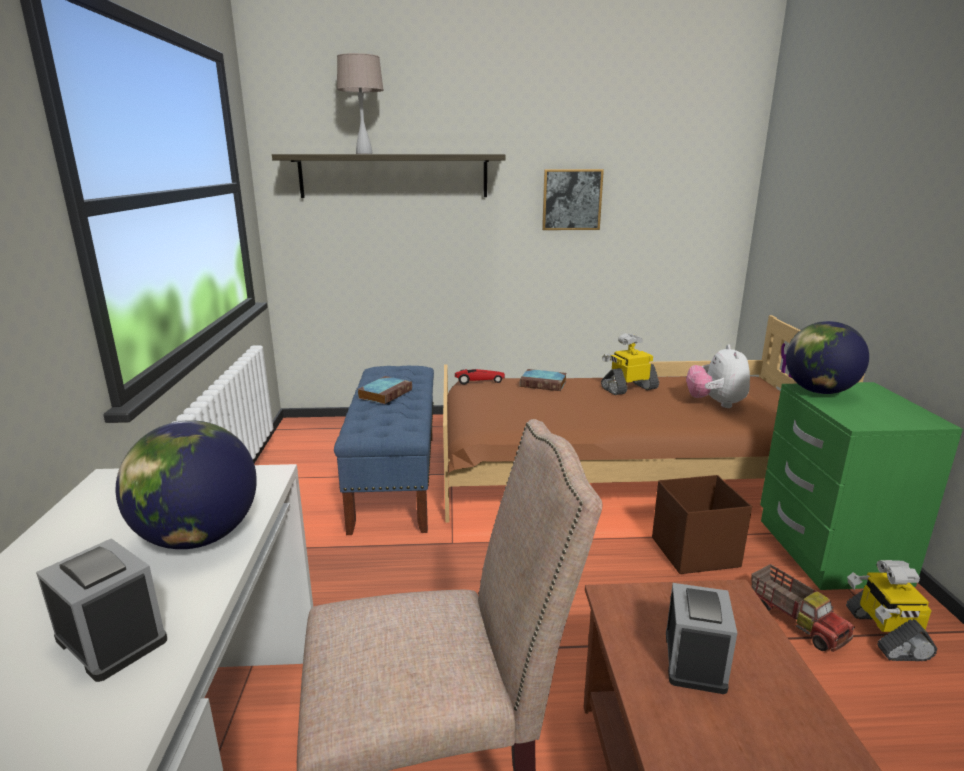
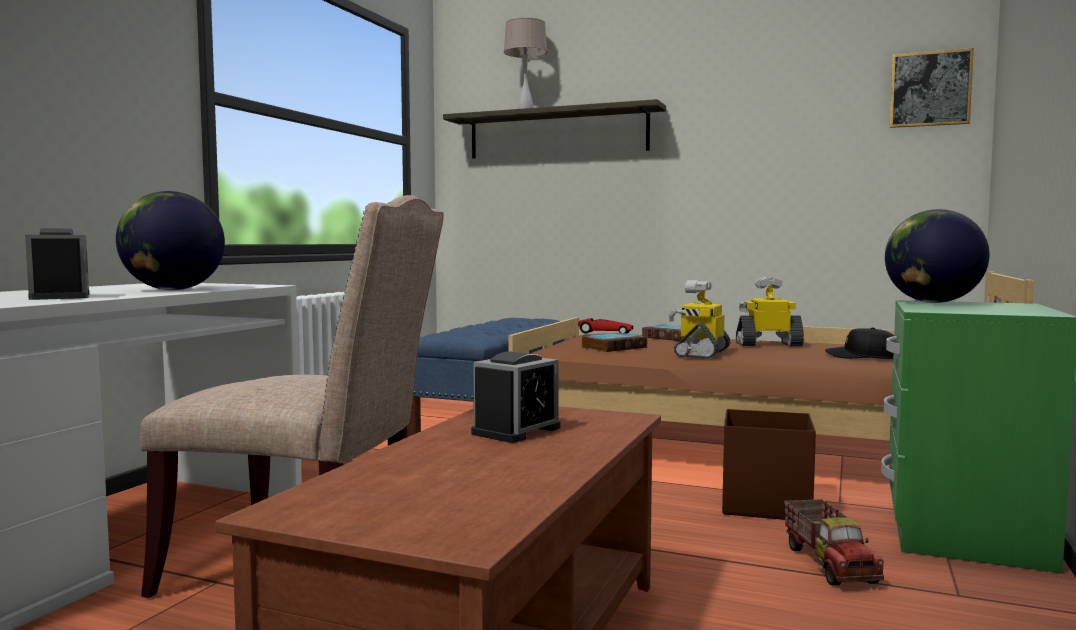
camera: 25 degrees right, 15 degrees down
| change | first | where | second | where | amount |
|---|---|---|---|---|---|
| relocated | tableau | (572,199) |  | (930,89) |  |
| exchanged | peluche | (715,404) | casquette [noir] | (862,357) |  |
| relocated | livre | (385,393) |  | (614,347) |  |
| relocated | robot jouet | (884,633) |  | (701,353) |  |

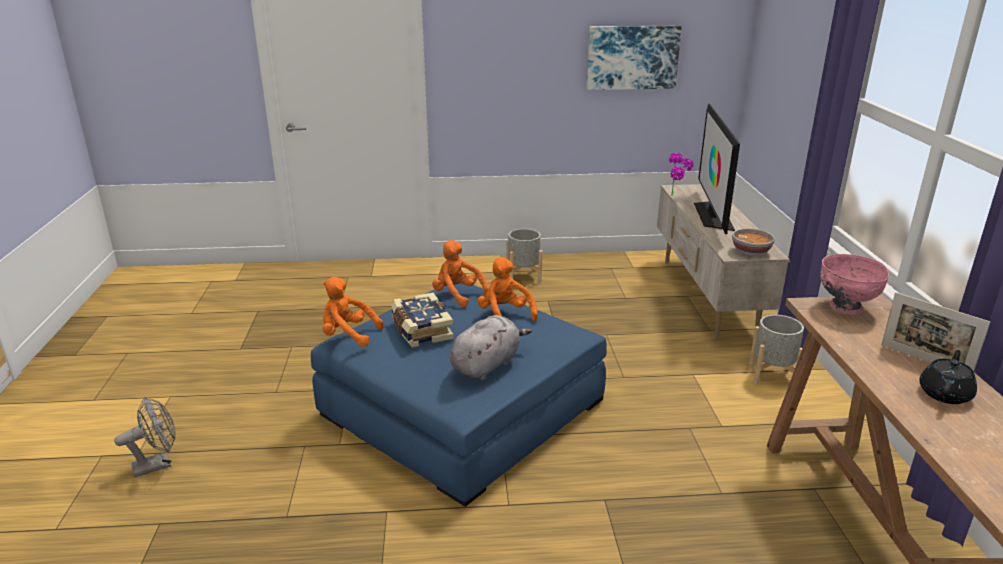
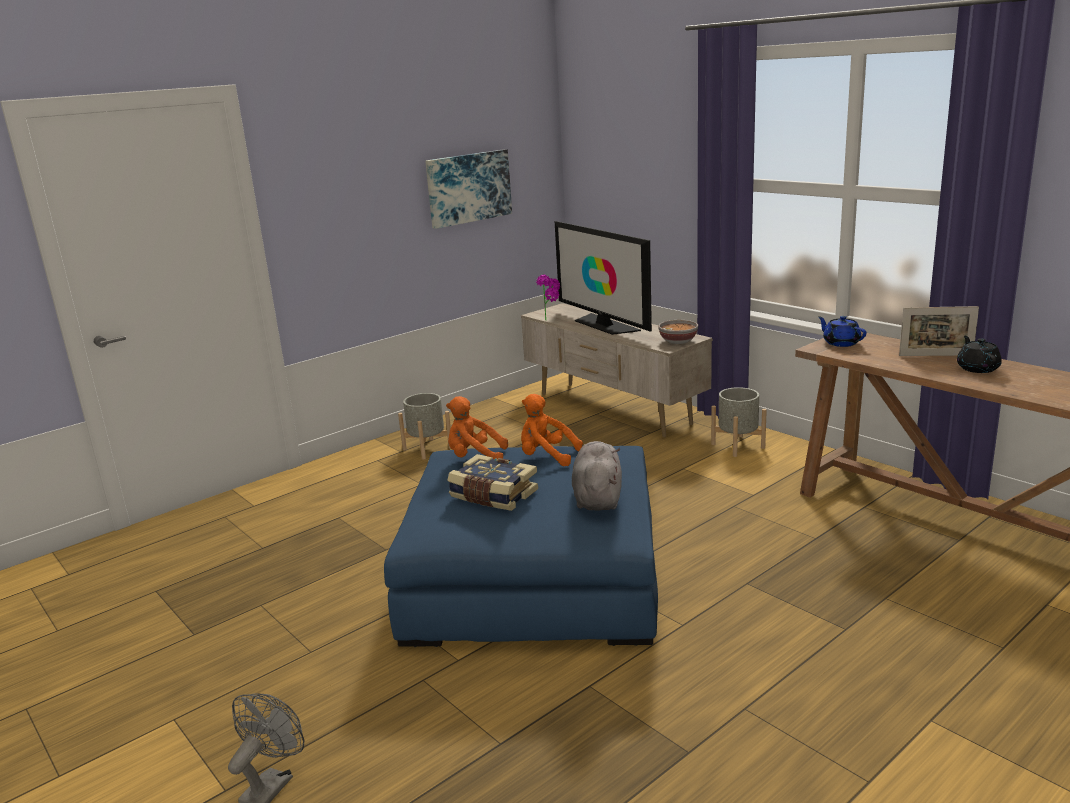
camera: 35 degrees left, 5 degrees down
| change | first | where | second | where | amount |
|---|---|---|---|---|---|
| exchanged | bol [rose] | (845,308) | théière [bleu] | (840,343) |  |
| missing | peluche [orange] | (348,335) |  |  |  |

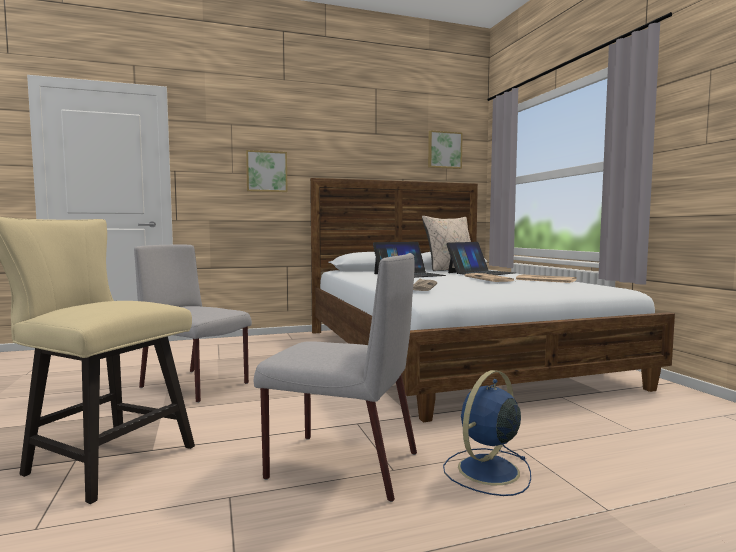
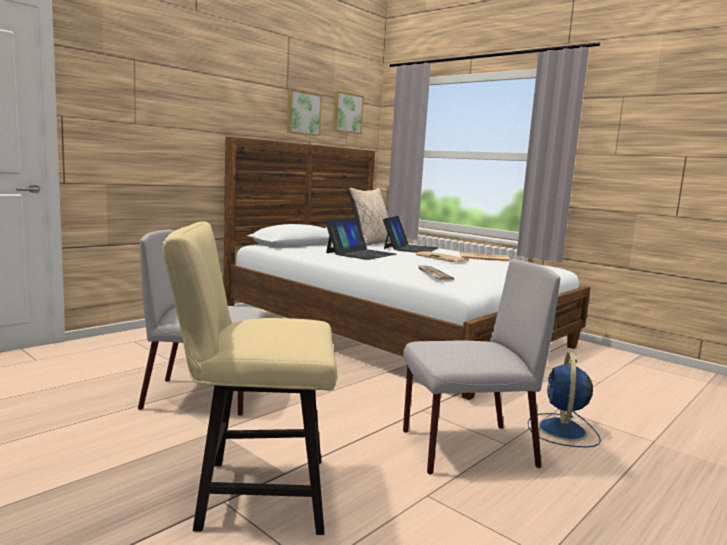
camera: 30 degrees left, 5 degrees up
| change | first | where | second | where | amount |
|---|---|---|---|---|---|
| relocated | tableau | (266,171) |  | (303,113) |  |

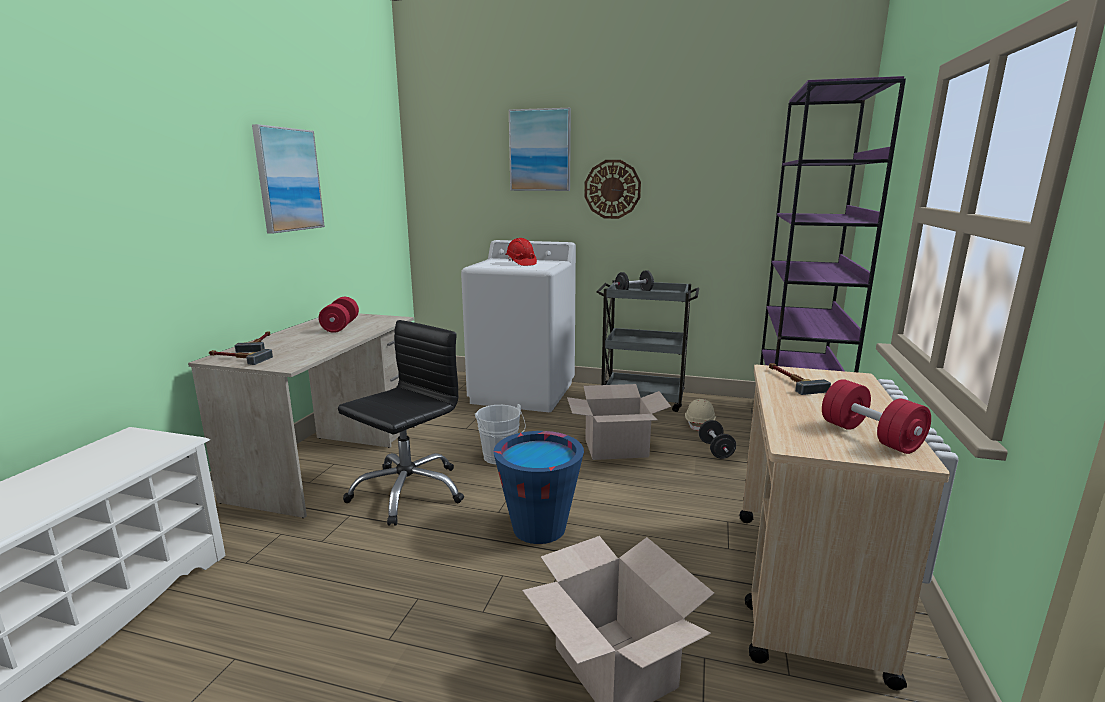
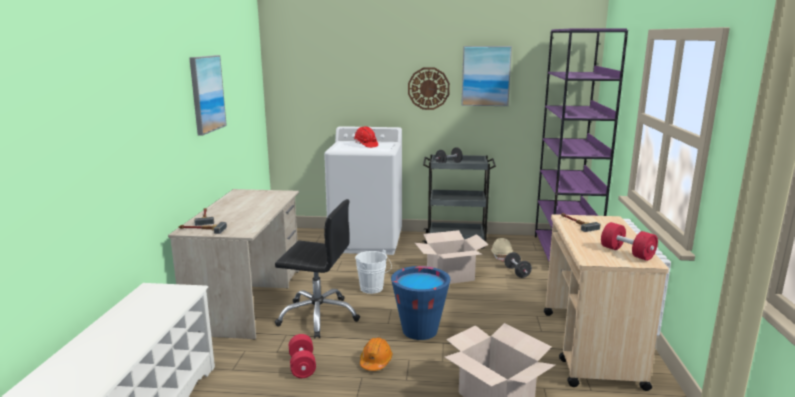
camera: 10 degrees left, 0 degrees up
| change | first | where | second | where | amount |
|---|---|---|---|---|---|
| relocated | tableau | (540,150) |  | (485,76) |  |
| relocated | haltère [rouge] | (340,326) |  | (302,366) |  |
| spun | chaise de bureau [noir] | (407,491) |  | (318,316) | 75 degrees clockwise |
| appeared |  |  | casque de chantier [orange] | (376,361) |  |

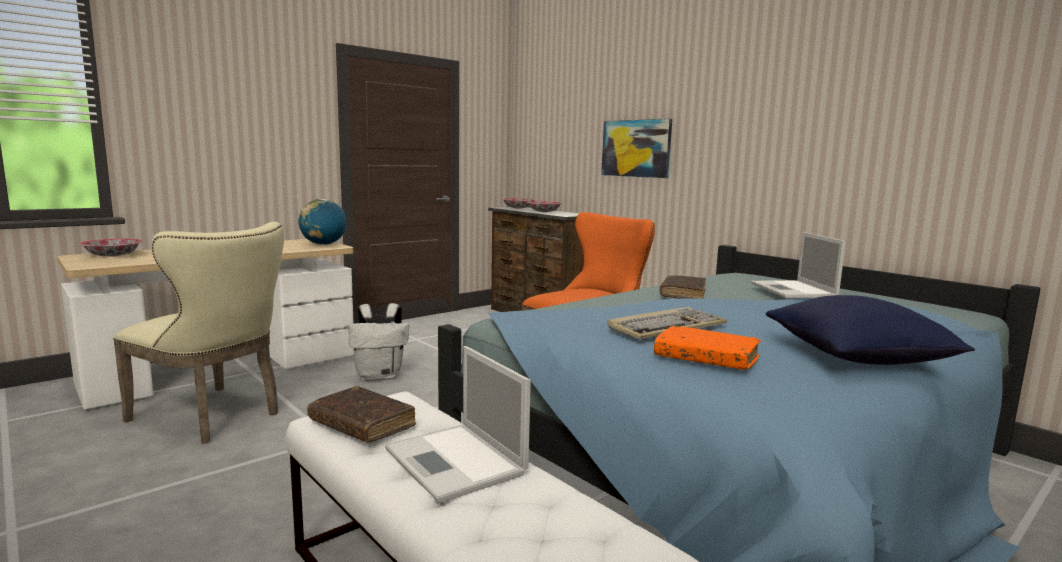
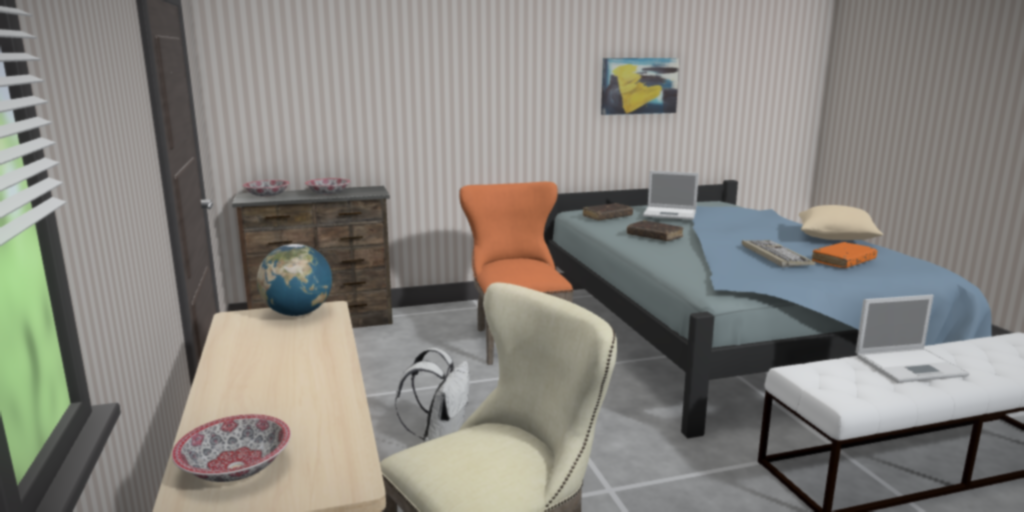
camera: 65 degrees left, 5 degrees up
| change | first | where | second | where | amount |
|---|---|---|---|---|---|
| relocated | tableau | (636,148) |  | (639,86) |  |
| colour | coussin [bleu] | (857,358) | coussin [beige] | (836,238) |  |
| relocated | livre [marron] | (362,424) |  | (607,217) |  |

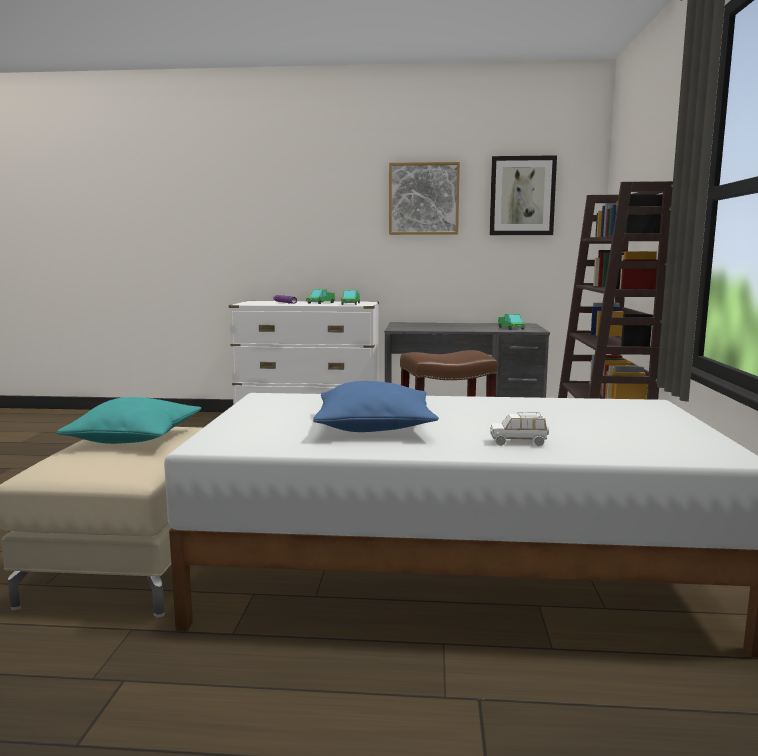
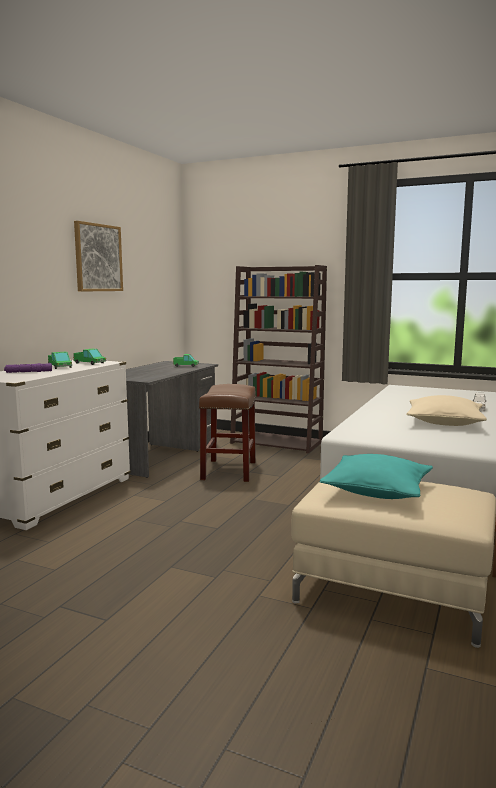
camera: 70 degrees left, 0 degrees up
| change | first | where | second | where | amount |
|---|---|---|---|---|---|
| missing | tableau | (522,196) |  |  |  |
| colour | coussin [bleu] | (374,426) | coussin [beige] | (444,422) |  |

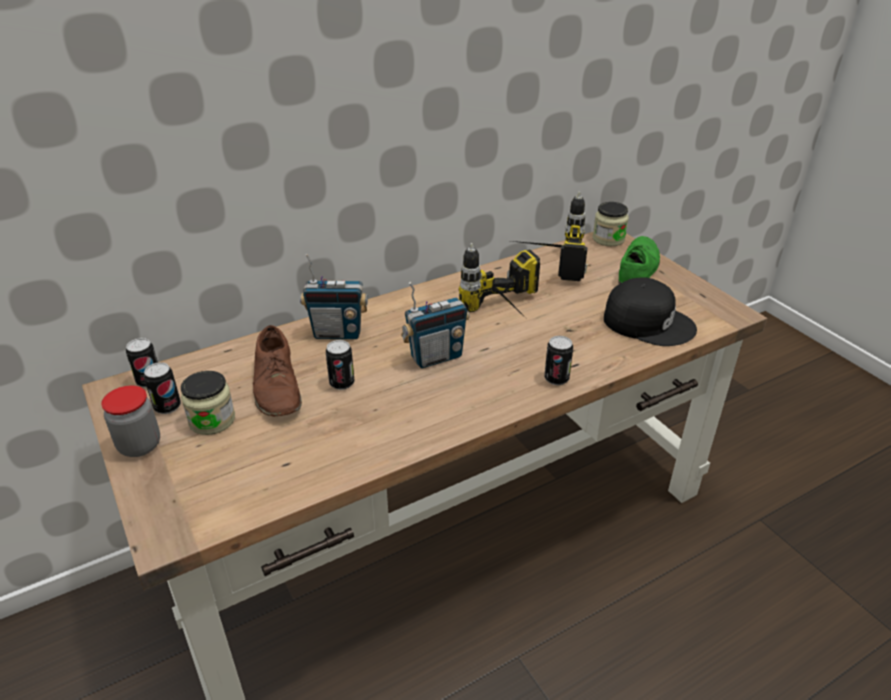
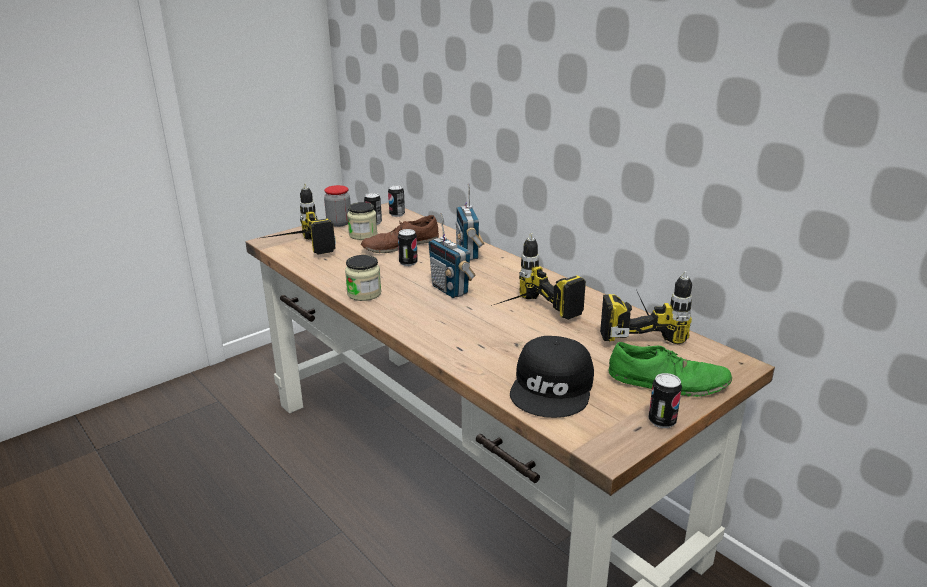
camera: 80 degrees right, 10 degrees down
| change | first | where | second | where | amount |
|---|---|---|---|---|---|
| relocated | bocal | (608,239) |  | (364,293) |  |
| relocated | boîte métallique | (556,378) |  | (662,421) |  |
| appeared |  |  | perceuse | (294,250) |  |

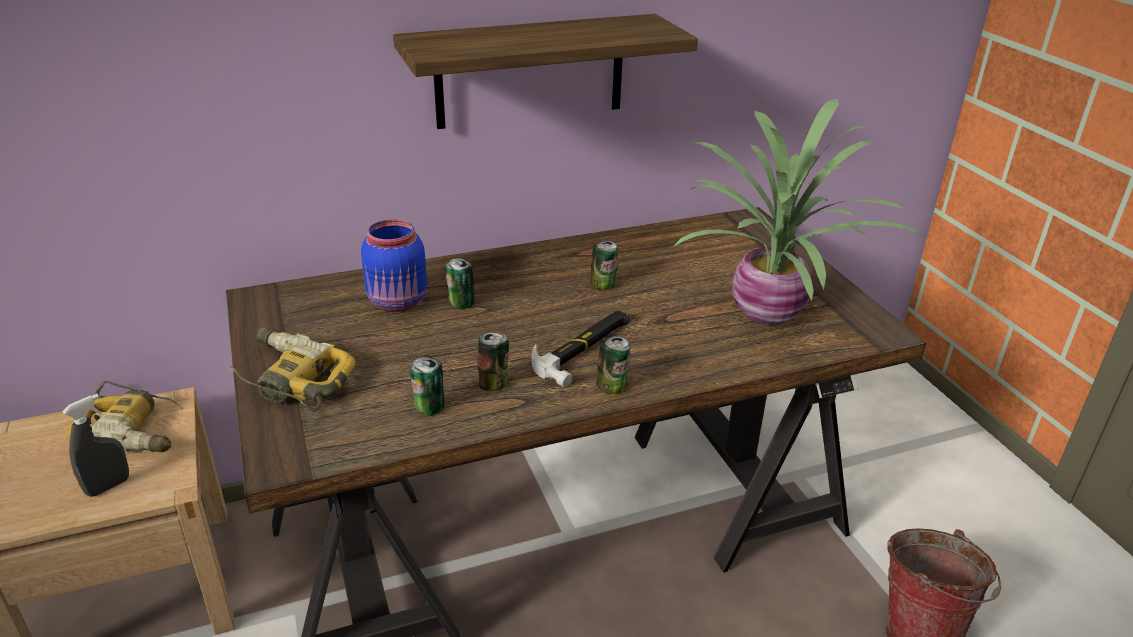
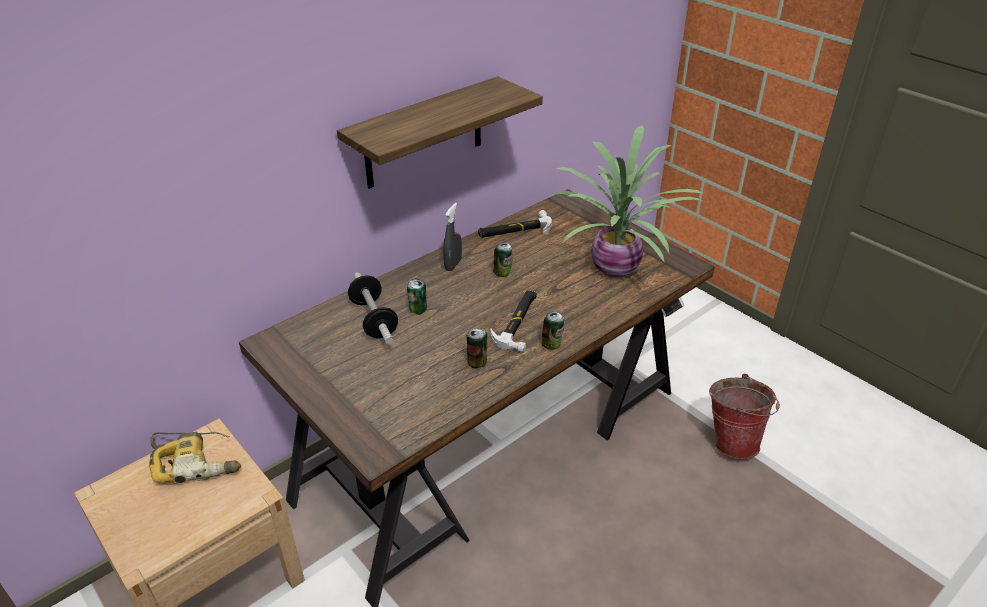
camera: 20 degrees left, 5 degrees up
| change | first | where | second | where | amount |
|---|---|---|---|---|---|
| exchanged | bocal [bleu] | (399,302) | haltère | (374,319) |  |
| missing | perceuse | (289,380) |  |  |  |
| missing | boîte métallique | (429,408) |  |  |  |
| relocated | vaporisateur [gris] | (108,486) |  | (453,265) |  |
| appeared |  |  | marteau | (515,230) |  |

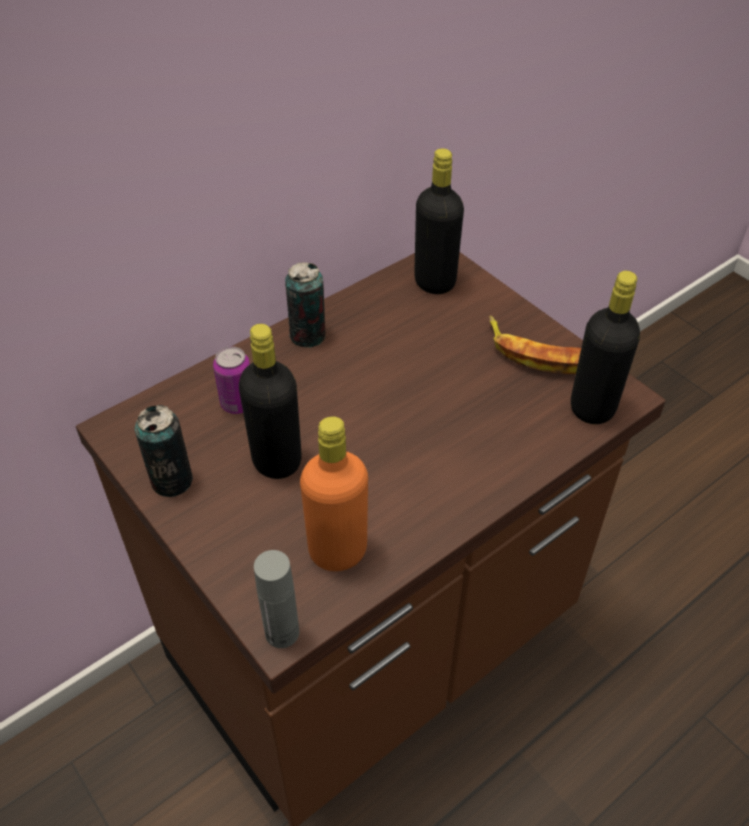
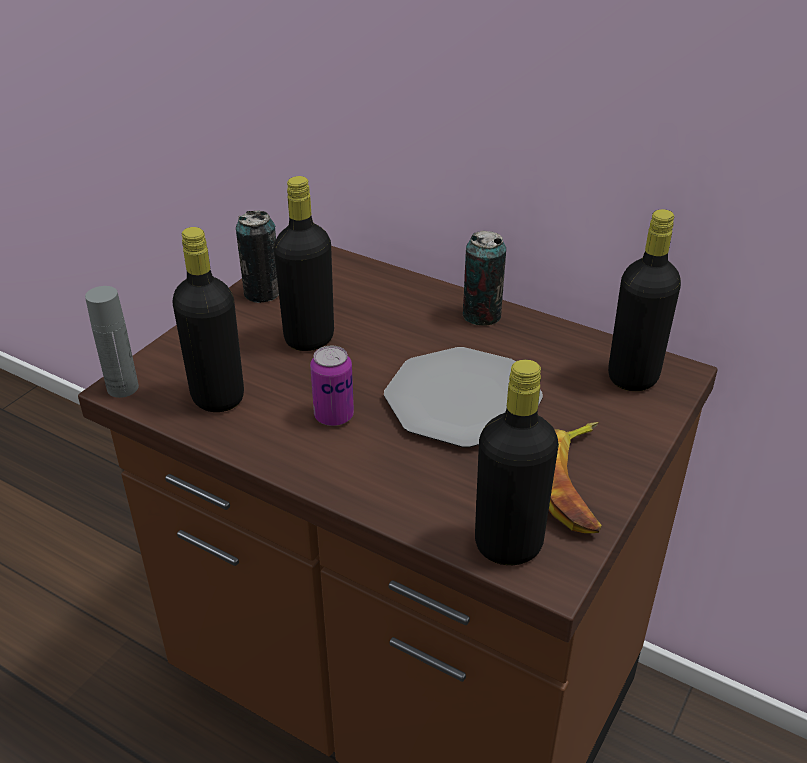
camera: 70 degrees right, 10 degrees down
| change | first | where | second | where | amount |
|---|---|---|---|---|---|
| relocated | boîte métallique | (238,403) |  | (334,416) |  |
| colour | bouteille [orange] | (338,551) | bouteille [noir] | (218,397) |  |
| appeared |  |  | assiette | (462,400) |  |

